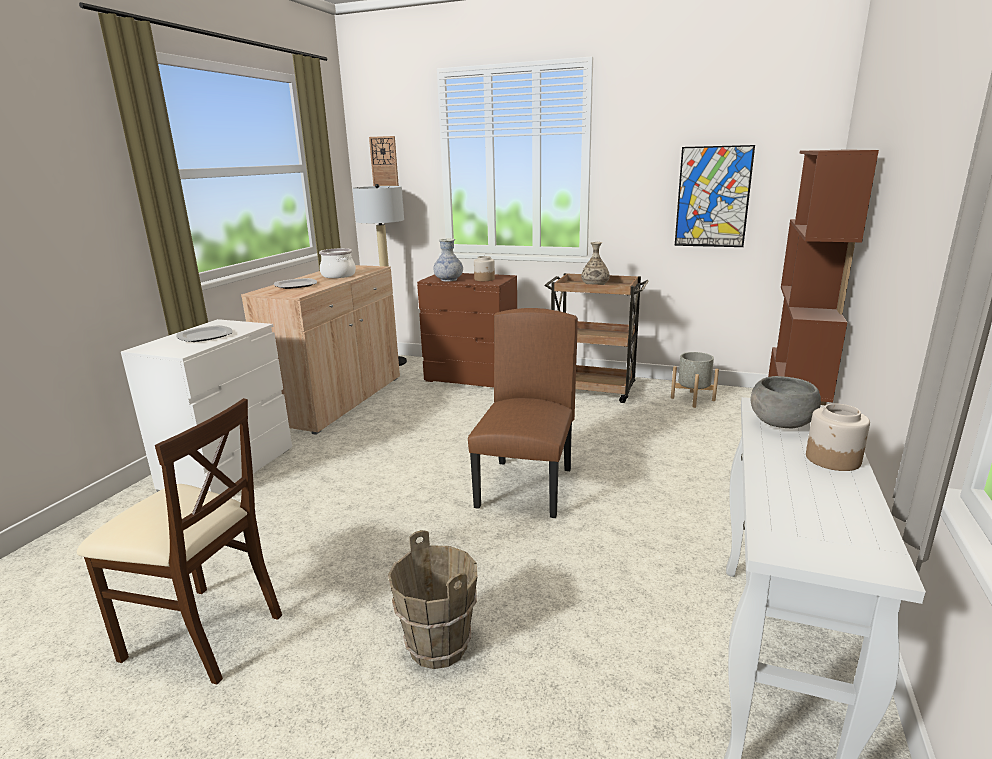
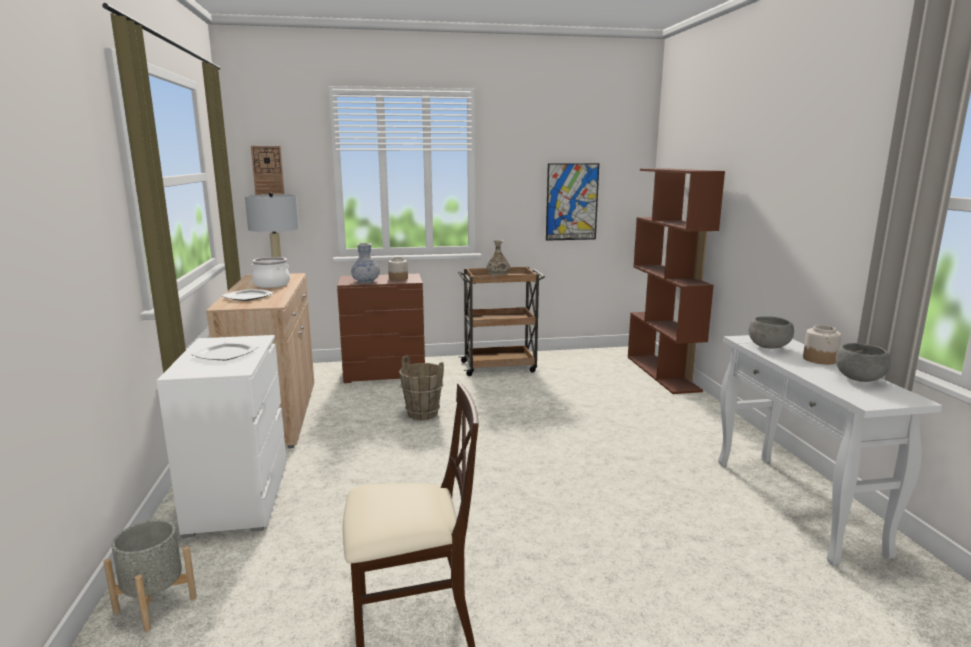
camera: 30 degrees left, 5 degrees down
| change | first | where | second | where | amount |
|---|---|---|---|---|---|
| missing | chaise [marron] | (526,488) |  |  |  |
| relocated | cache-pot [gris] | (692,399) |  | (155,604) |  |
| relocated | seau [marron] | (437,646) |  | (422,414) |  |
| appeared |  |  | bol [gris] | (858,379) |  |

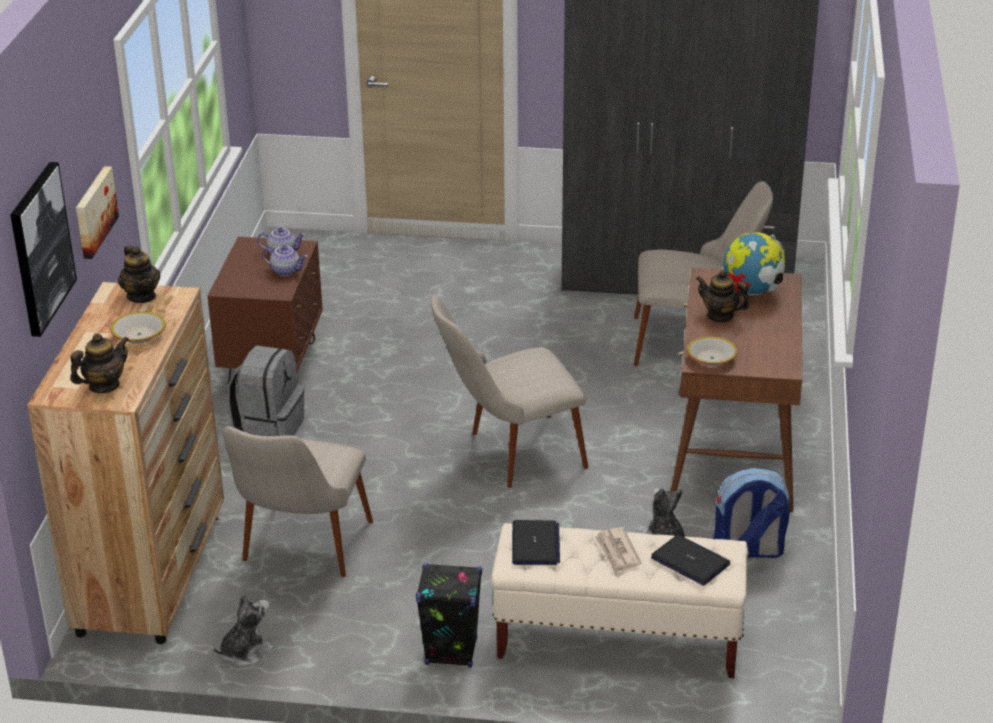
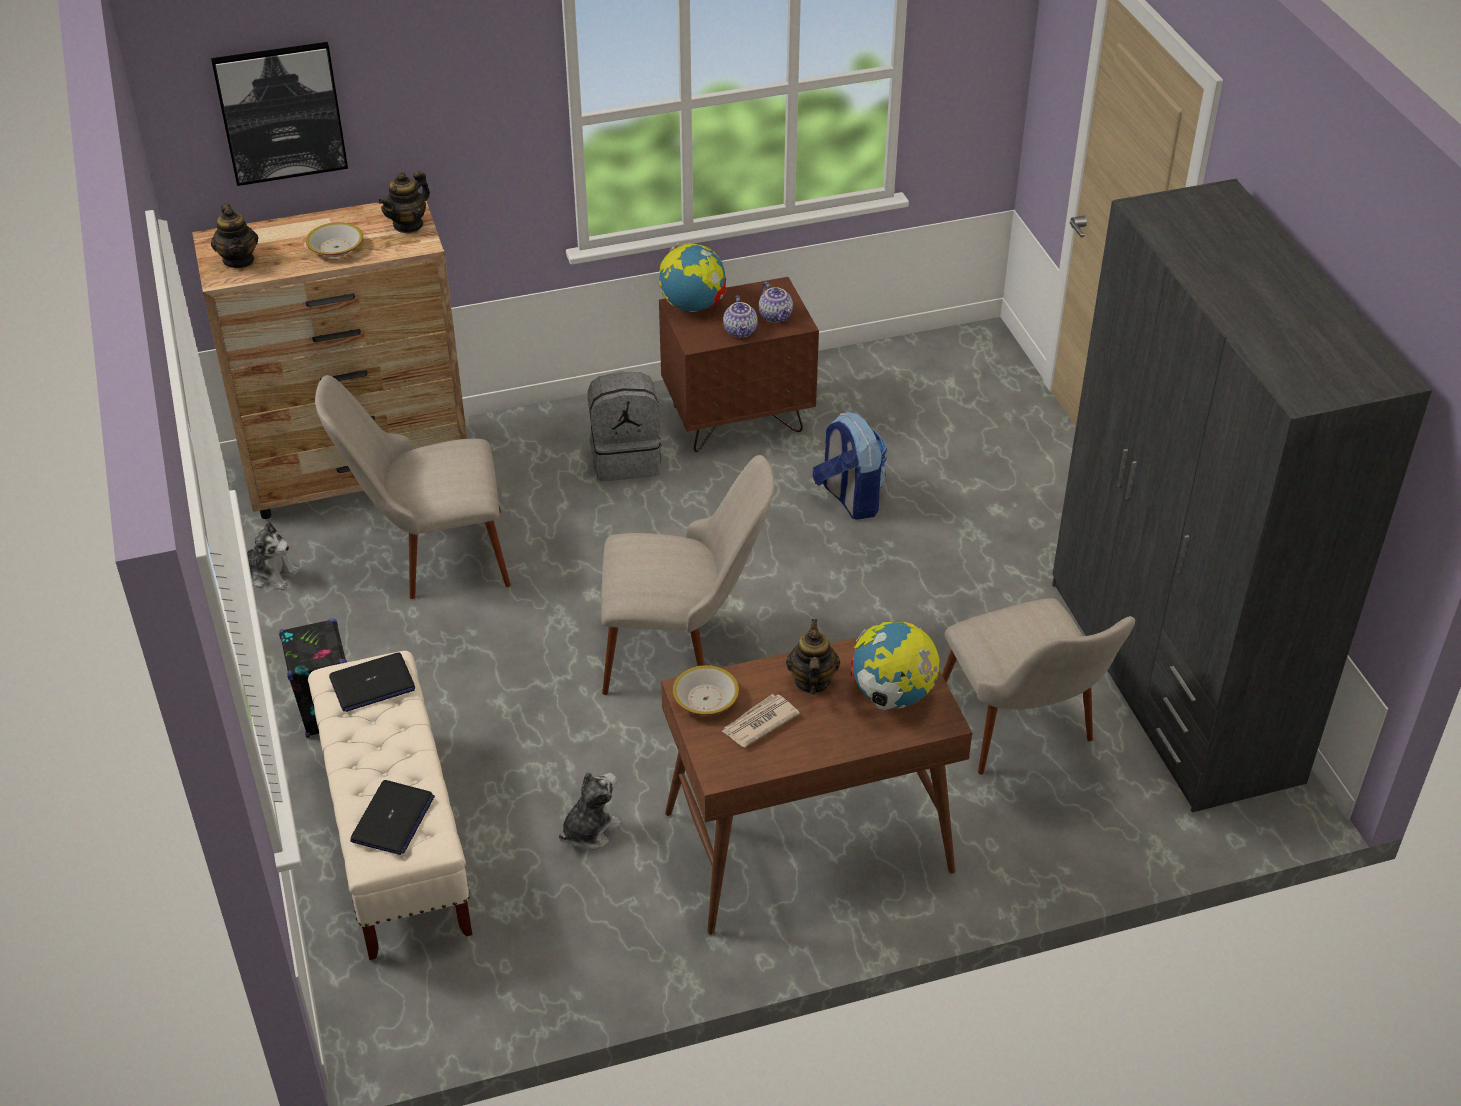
camera: 65 degrees right, 10 degrees up
| change | first | where | second | where | amount |
|---|---|---|---|---|---|
| missing | tableau | (93,211) |  |  |  |
| spun | chaise [beige] | (509,455) |  | (682,649) | 135 degrees clockwise |
| spun | théière | (104,386) |  | (239,260) | 45 degrees clockwise |
| relocated | sac à dos | (748,551) |  | (849,498) |  |
| relocated | journal | (617,552) |  | (759,723) |  |
| appeared |  |  | globe | (693,306) |  |

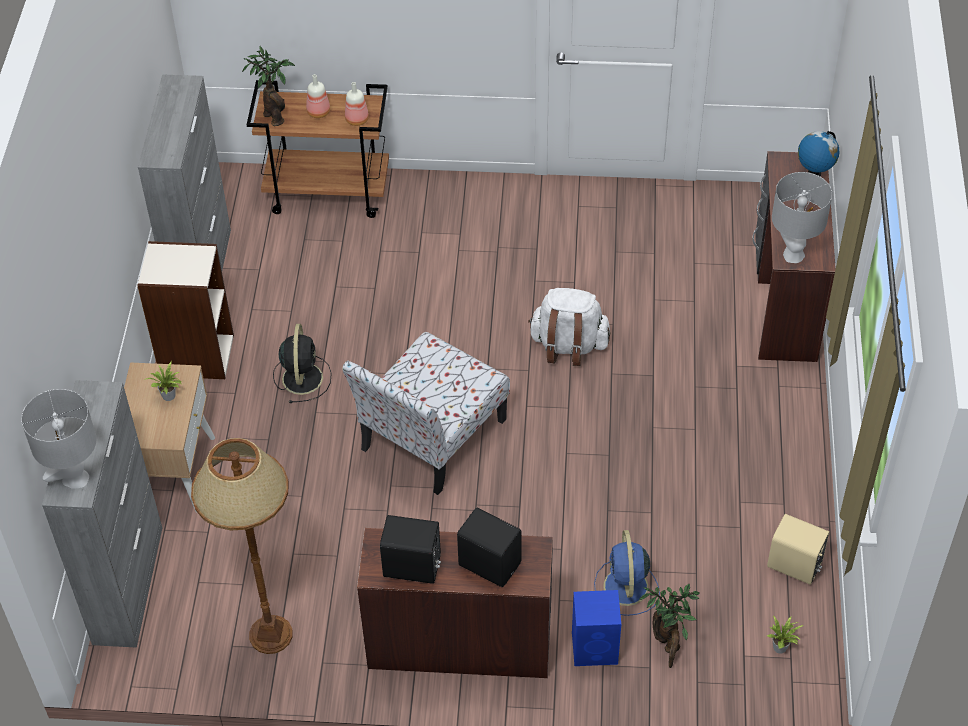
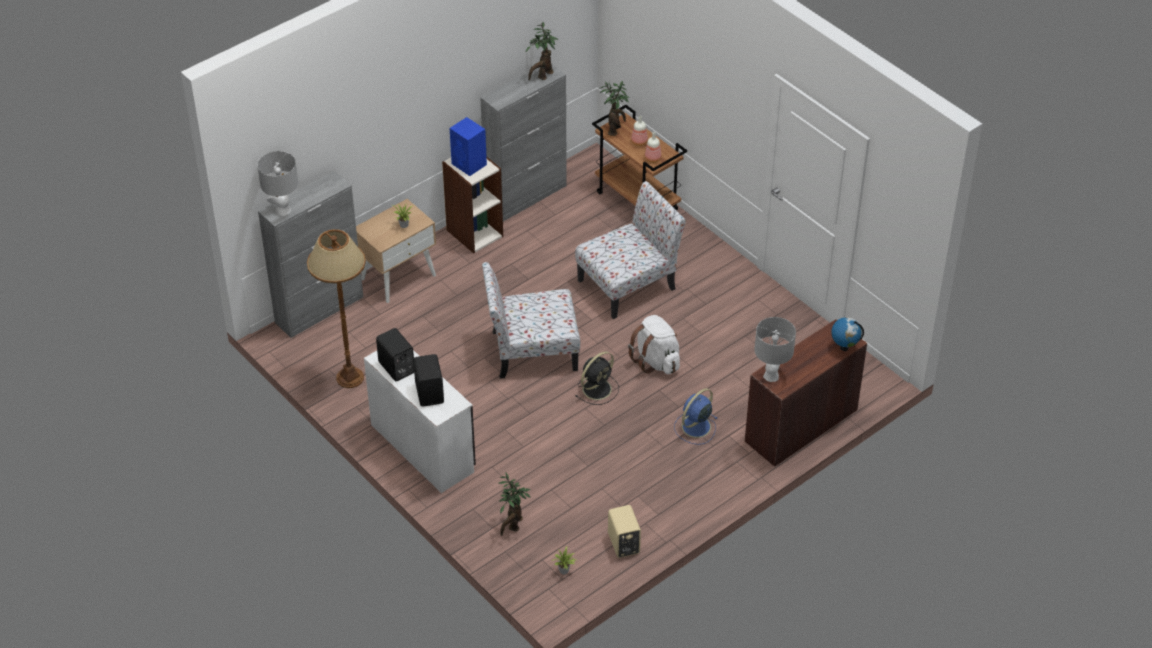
camera: 45 degrees right, 5 degrees down
| change | first | where | second | where | amount |
|---|---|---|---|---|---|
| relocated | ventilateur [noir] | (302,377) |  | (598,388) |  |
| colour | bureau [marron] | (459,643) | bureau [blanc] | (423,447) |  |
| relocated | ventilateur [bleu] | (626,588) |  | (695,427) |  |
| relocated | enceinte [bleu] | (596,648) |  | (469,164) |  |
| appeared |  |  | plante en pot | (542,76) |  |
| appeared |  |  | chaise | (629,284) |  |

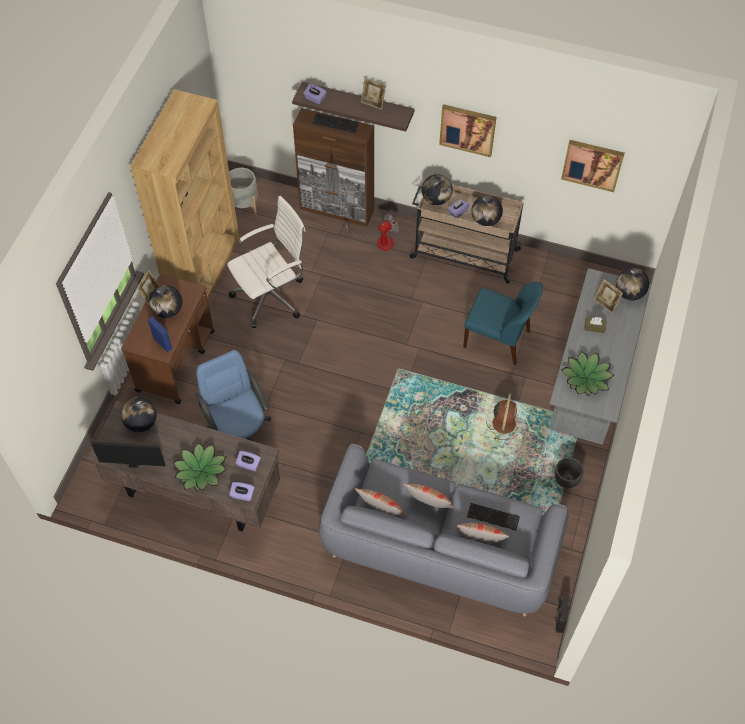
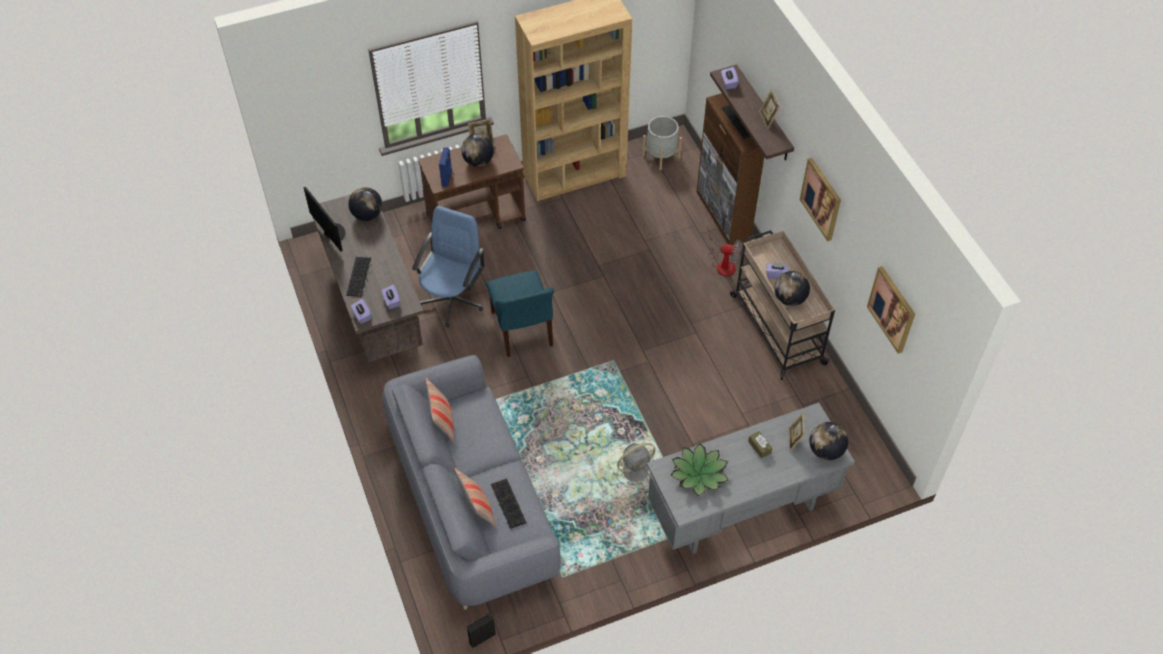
camera: 50 degrees right, 5 degrees down
| change | first | where | second | where | amount |
|---|---|---|---|---|---|
| missing | globe | (436,199) |  |  |  |
| missing | chaise de bureau [blanc] | (271,296) |  |  |  |
| relocated | chaise [bleu] | (498,339) |  | (522,330) |  |
| colour | ventilateur [marron] | (504,422) | ventilateur [gris] | (636,470) |  |
| exchanged | plante en pot | (201,471) | clavier | (359,277) |  |
| missing | cache-pot [noir] | (566,480) |  |  |  |
| missing | coussin | (428,505) |  |  |  |

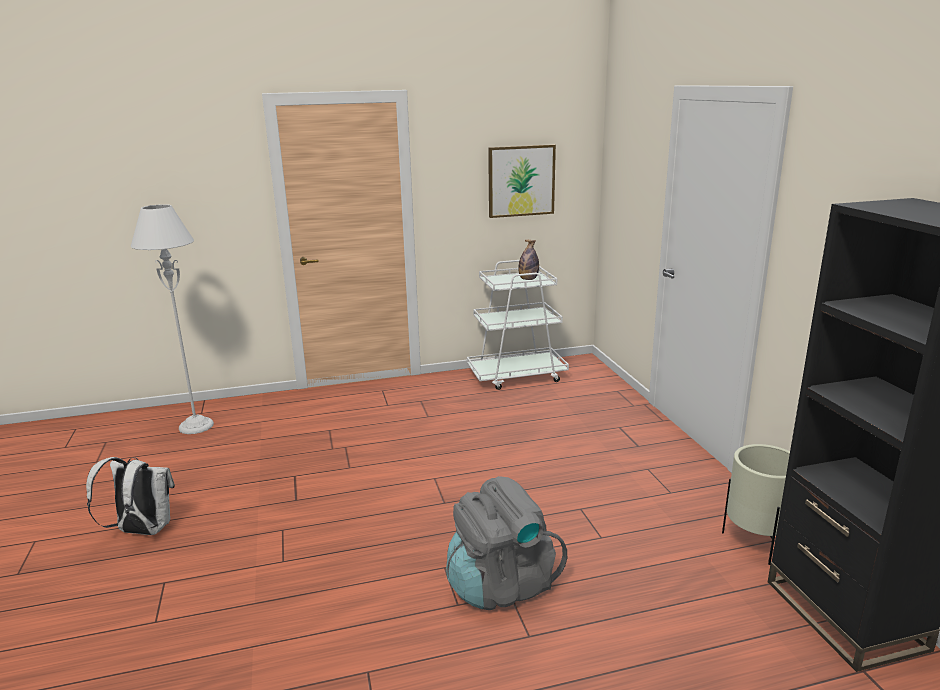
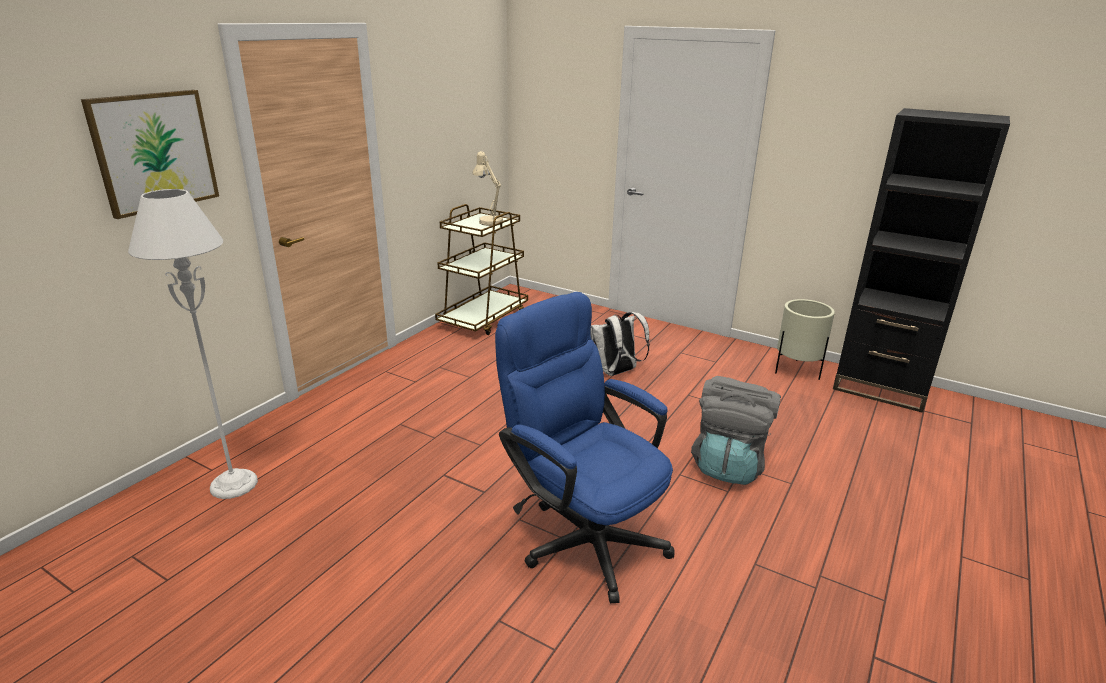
camera: 45 degrees left, 5 degrees up
| change | first | where | second | where | amount |
|---|---|---|---|---|---|
| relocated | tableau | (521,181) |  | (154,152) |  |
| exchanged | bouteille | (528,279) | lampe de table [beige] | (488,221) |  |
| colour | chariot [blanc] | (517,375) | chariot [marron] | (484,319) |  |
| relocated | sac à dos [blanc] | (142,531) |  | (616,372) |  |
| appeared |  |  | chaise de bureau [bleu] | (583,535) |  |

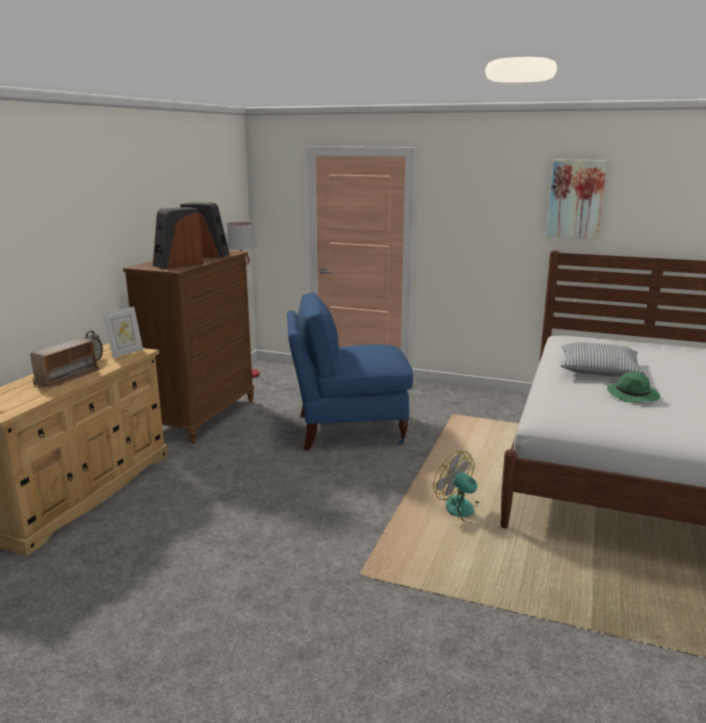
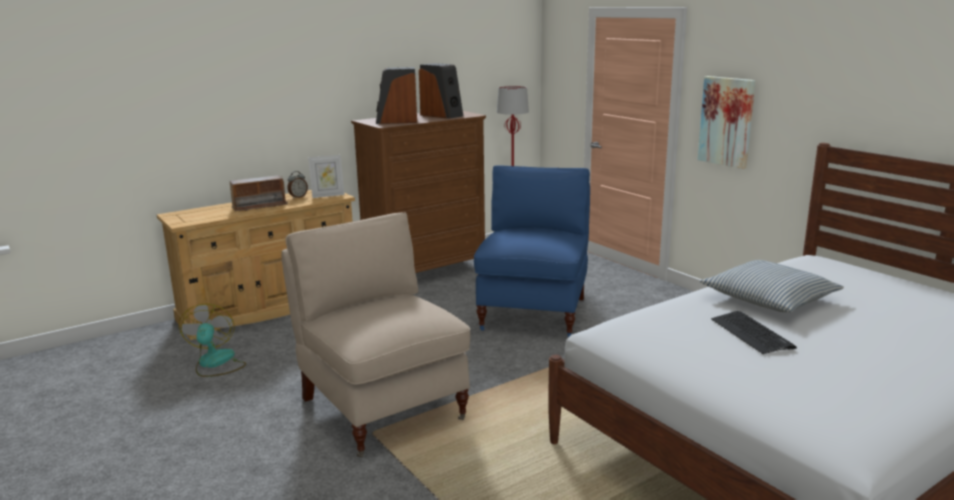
camera: 35 degrees right, 0 degrees up
| change | first | where | second | where | amount |
|---|---|---|---|---|---|
| relocated | tableau | (576,199) |  | (726,121) |  |
| spun | chaise [bleu] | (348,429) |  | (534,313) | 75 degrees clockwise |
| exchanged | chapeau [vert] | (633,396) | clavier | (751,333) |  |
| relocated | ventilateur | (466,511) |  | (215,363) |  |
| appeared |  |  | chaise [beige] | (381,408) |  |

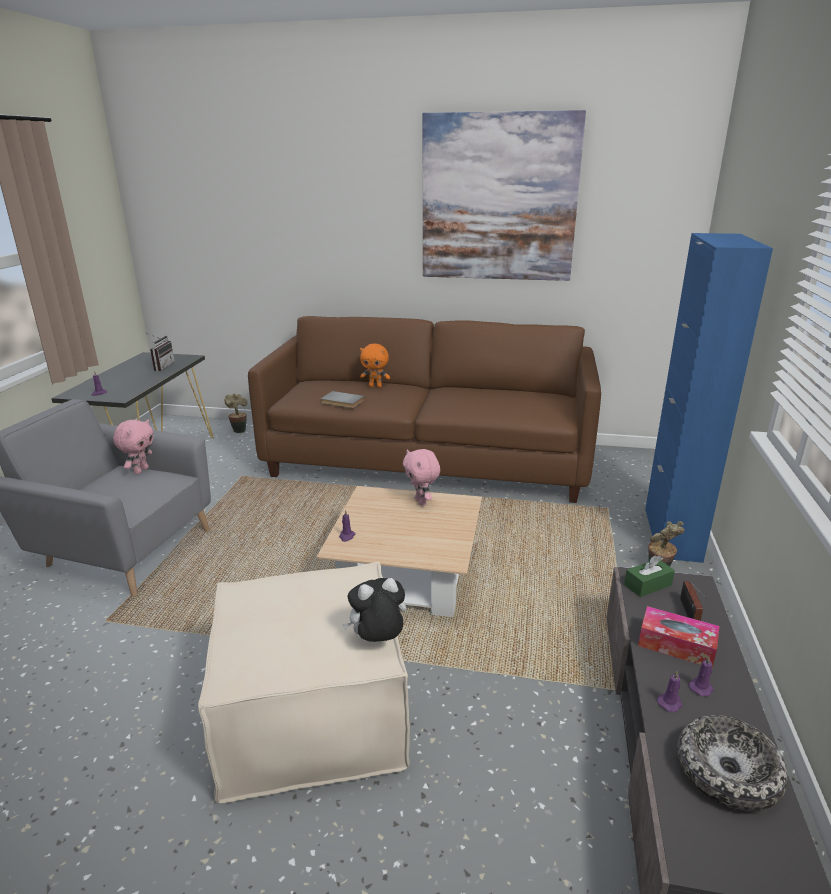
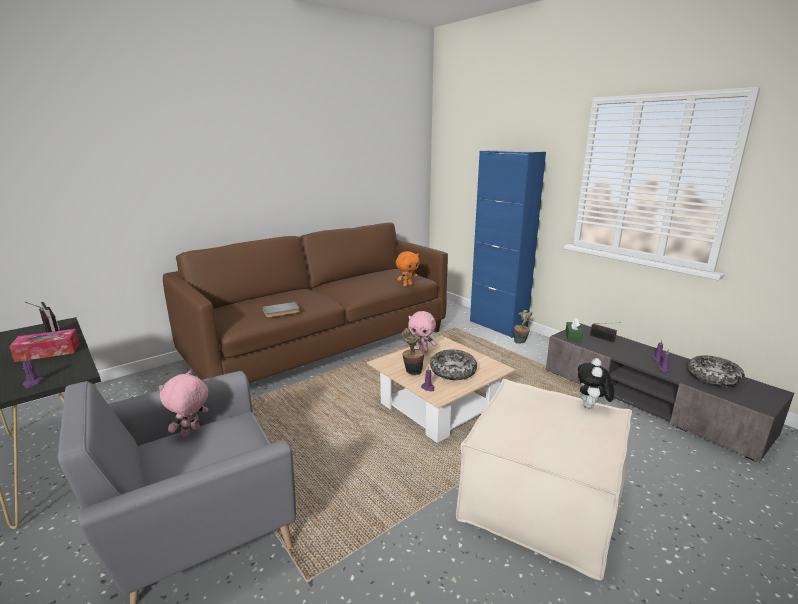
camera: 50 degrees left, 5 degrees down
| change | first | where | second | where | amount |
|---|---|---|---|---|---|
| missing | tableau | (498,199) |  |  |  |
| relocated | peluche [orange] | (375,386) |  | (407,285) |  |
| relocated | plante en pot | (239,430) |  | (412,372) |  |
| spun | peluche [rose] | (141,470) |  | (191,432) | 120 degrees counterclockwise |
| relocated | boîte à mouchoirs | (676,645) |  | (48,352) |  |
| appeared |  |  | bol | (453,371) |  |

